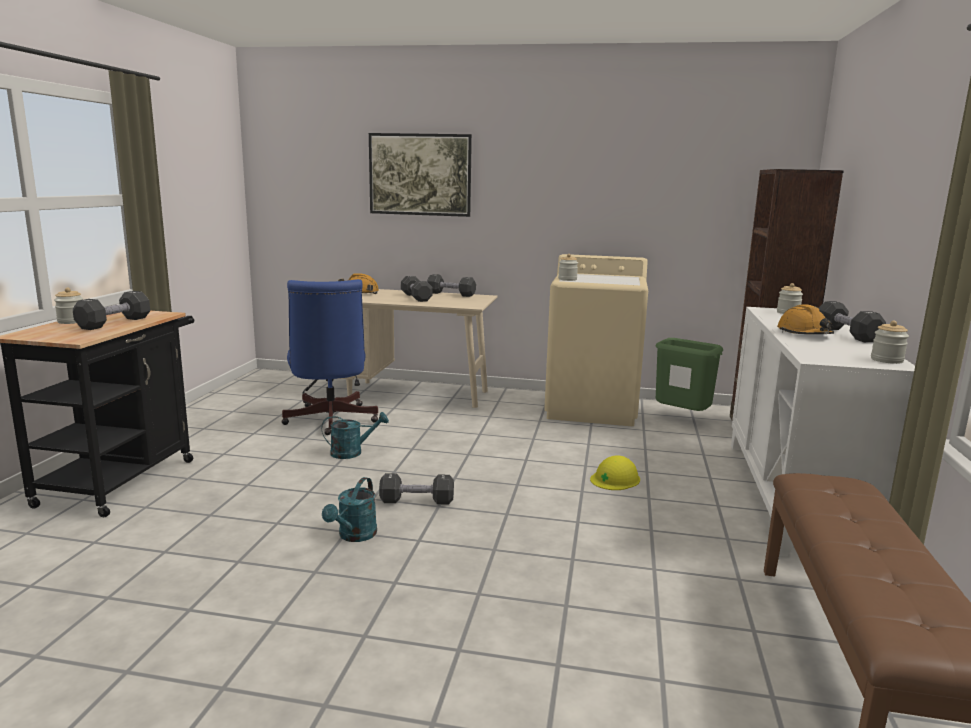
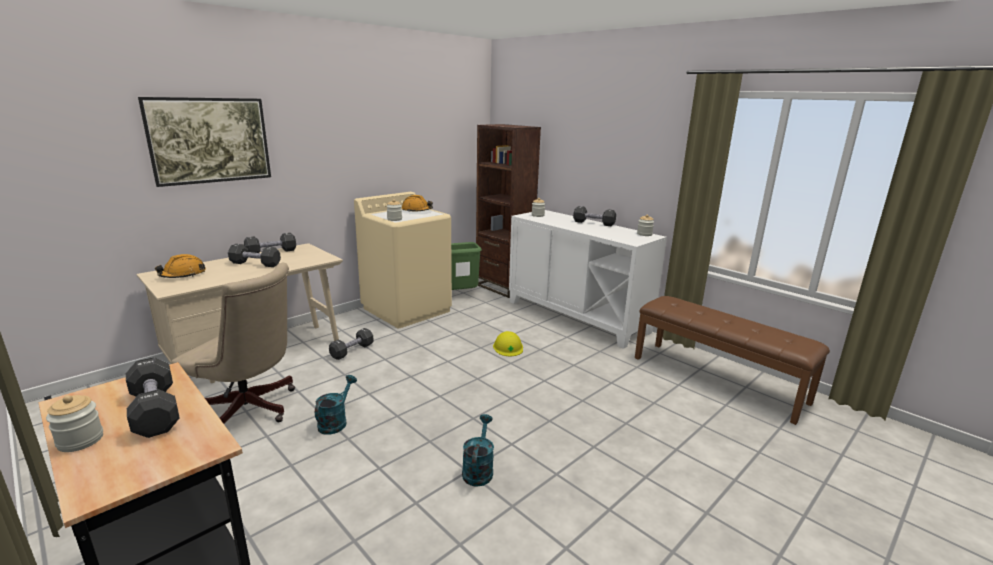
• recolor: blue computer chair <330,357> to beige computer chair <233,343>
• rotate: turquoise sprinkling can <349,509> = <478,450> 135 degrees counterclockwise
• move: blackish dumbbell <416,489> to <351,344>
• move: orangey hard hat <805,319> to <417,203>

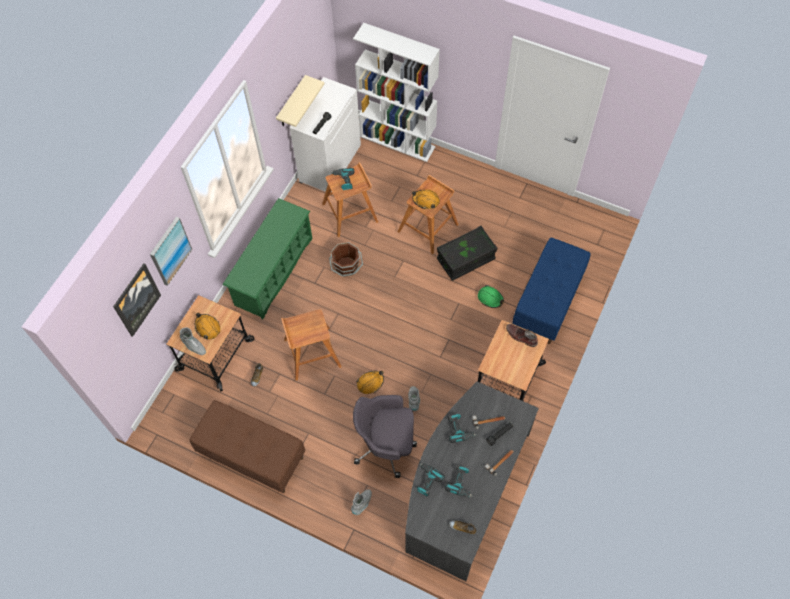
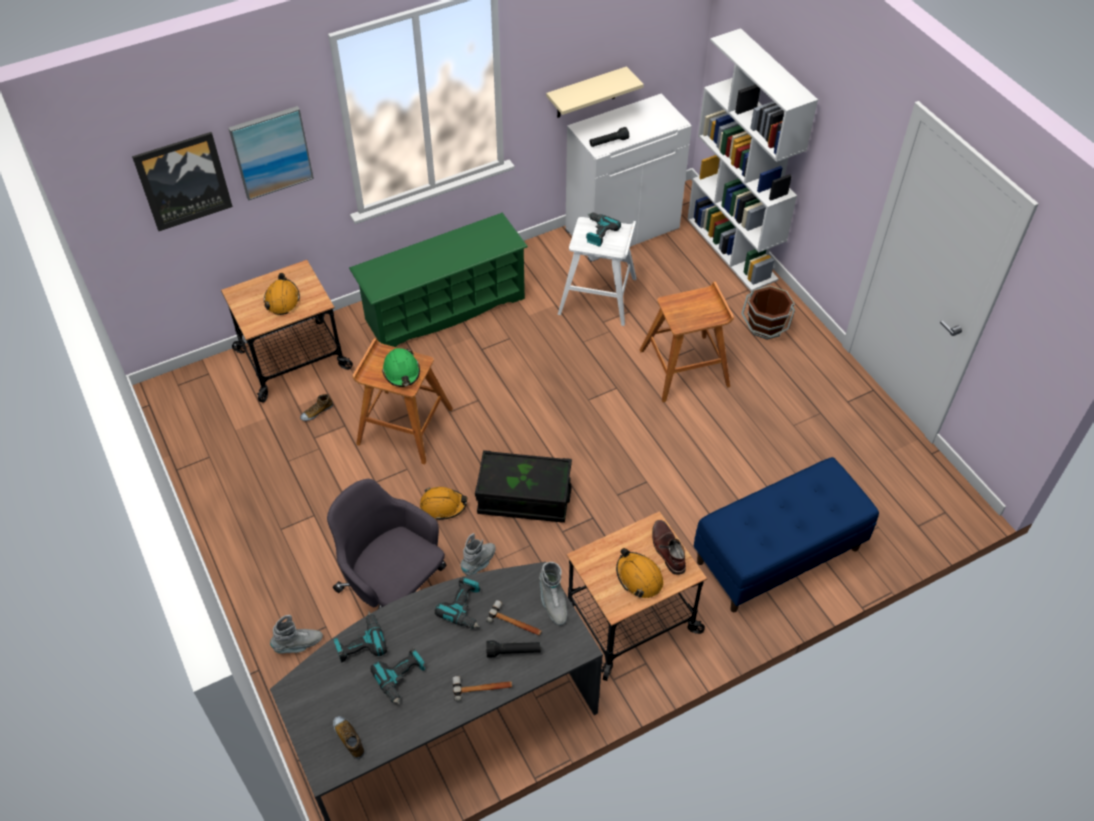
• move: gray high-top boot <193,341> to <553,593>
• delete: brown bench <247,446>
• recolor: brown stool <350,199> to white stool <597,271>
• move: brown bucket <346,259> to <768,313>
• move: orangey hard hat <426,199> to <640,573>
• move: blackish storage box <467,253> to <523,486>
• move: green-coloured hard hat <491,296> to <401,367>

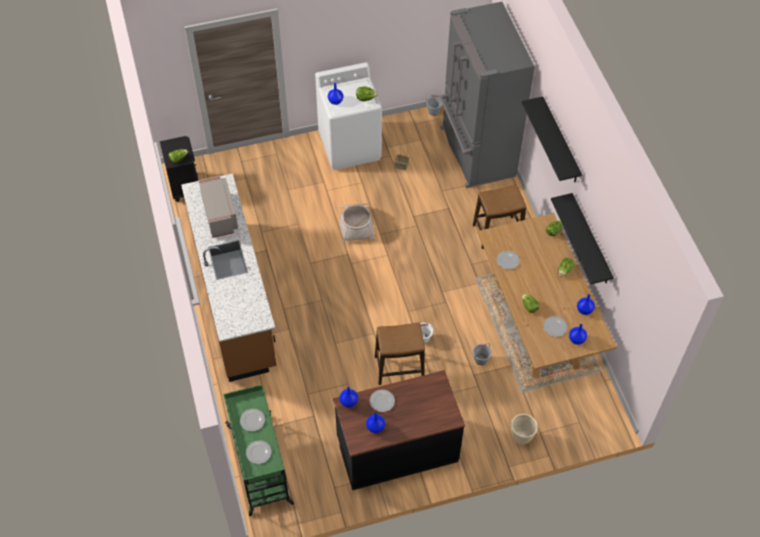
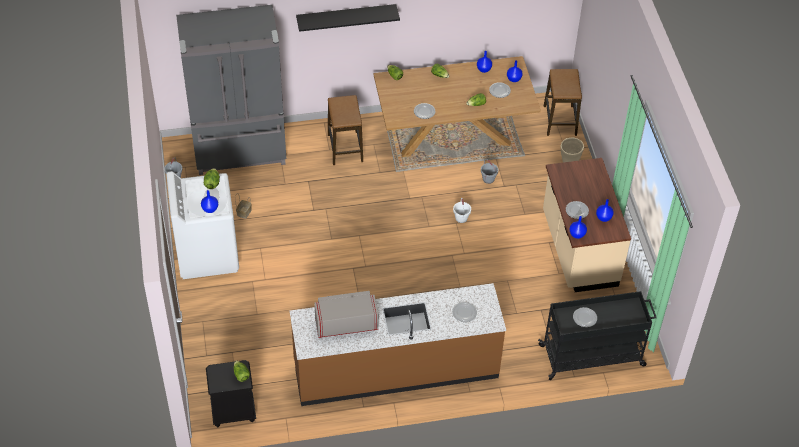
• recolor: green-coloured trolley <258,450> to blackish trolley <597,335>
• move: flat dish <258,452> to <464,312>
• recolor: blackish kitchen counter <399,430> to beige kitchen counter <587,225>
• delete: basket <357,223>
• move: stool <400,353> to <563,102>
• delete: blackish shelf <582,238>

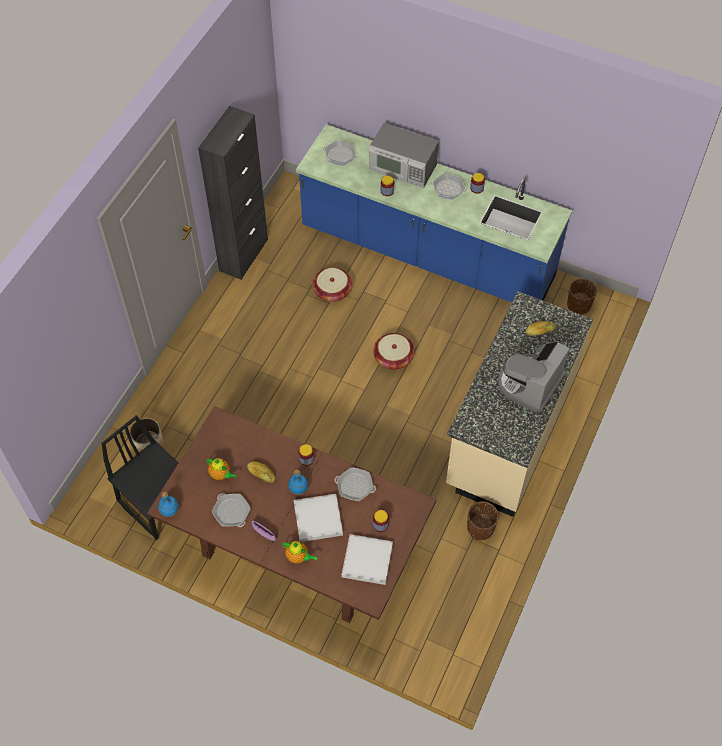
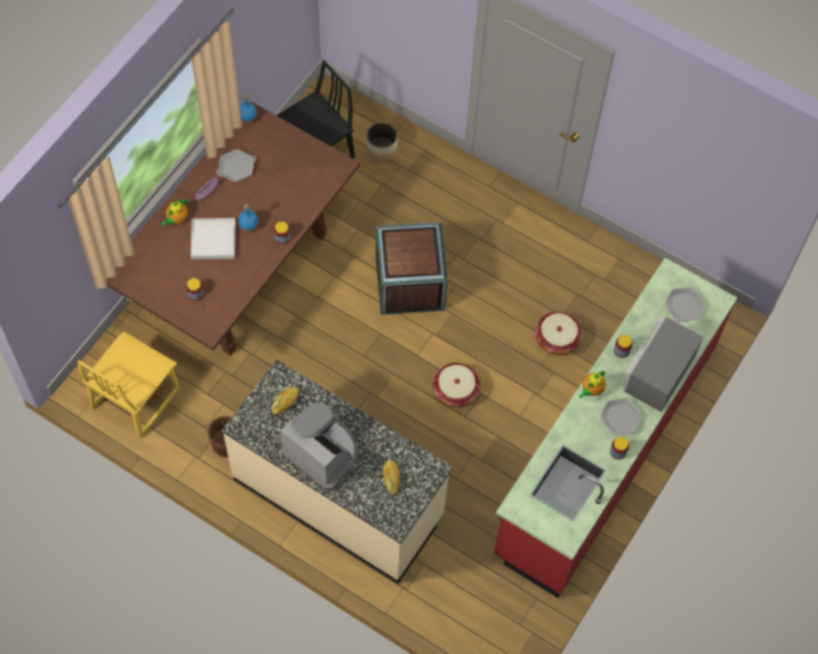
• delete: blackish storage cabinet <233,193>
• move: pot for tea <221,469> to <592,384>
• move: bakery bread <261,472> to <285,401>
• recolor: blue kitchen counter <434,213> to red kitchen counter <615,428>
• delete: frying pan <355,484>
• delete: white tray <367,559>
• delete: brown flower pot <582,296>
• insert: yellow chair <128,385>
• insert: packing crate <412,268>

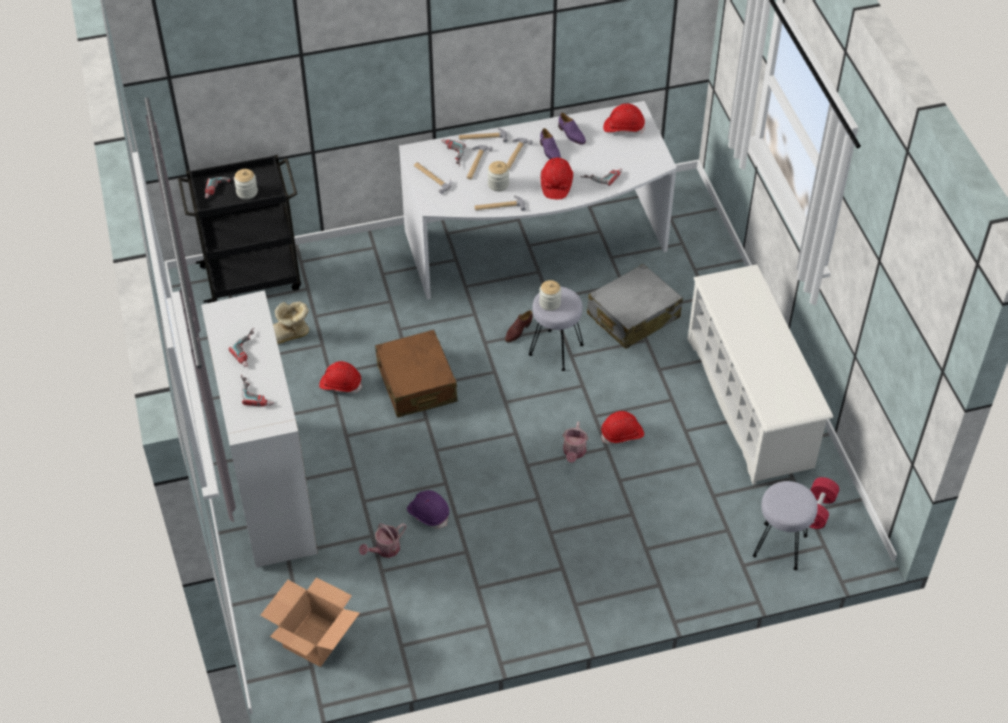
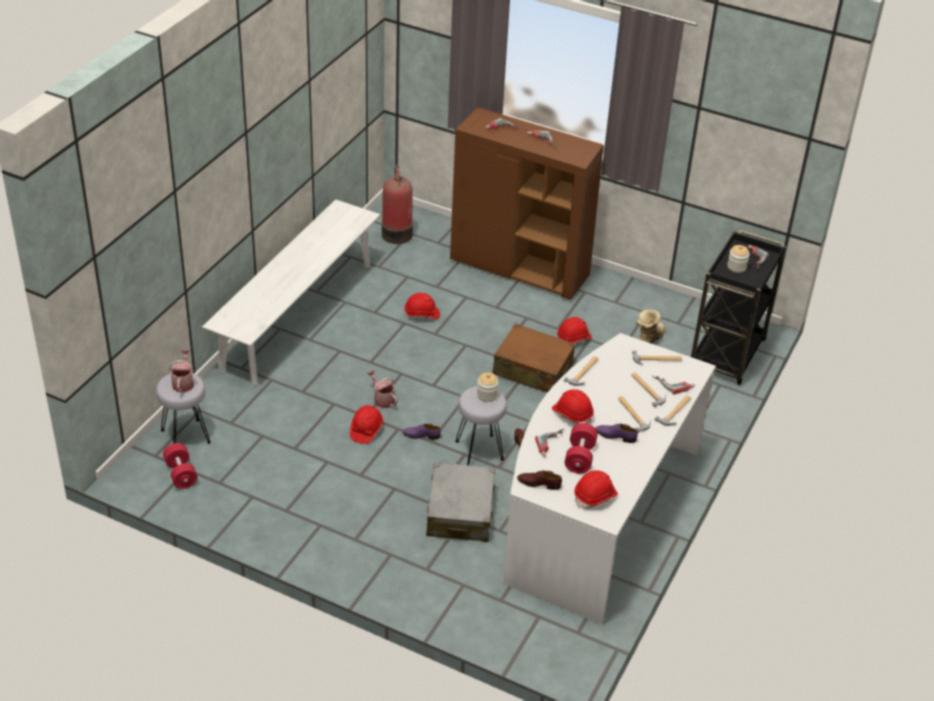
• recolor: white storage cabinet <259,429> to brown storage cabinet <527,203>
• replace: cardboard box <310,622> to extinguisher <397,204>
• move: sprinkling can <382,540> to <181,371>
• recolor: purple-coloured hard hat <428,509> to red hard hat <422,306>
• delete: preserve jar <498,176>
• move: purple-coloured shoe <572,129> to <421,431>
• delete: white shoe rack <760,374>
• insert: white bench <291,292>
• insert: brown shoe <539,480>
• insert: red dumbbell <581,448>

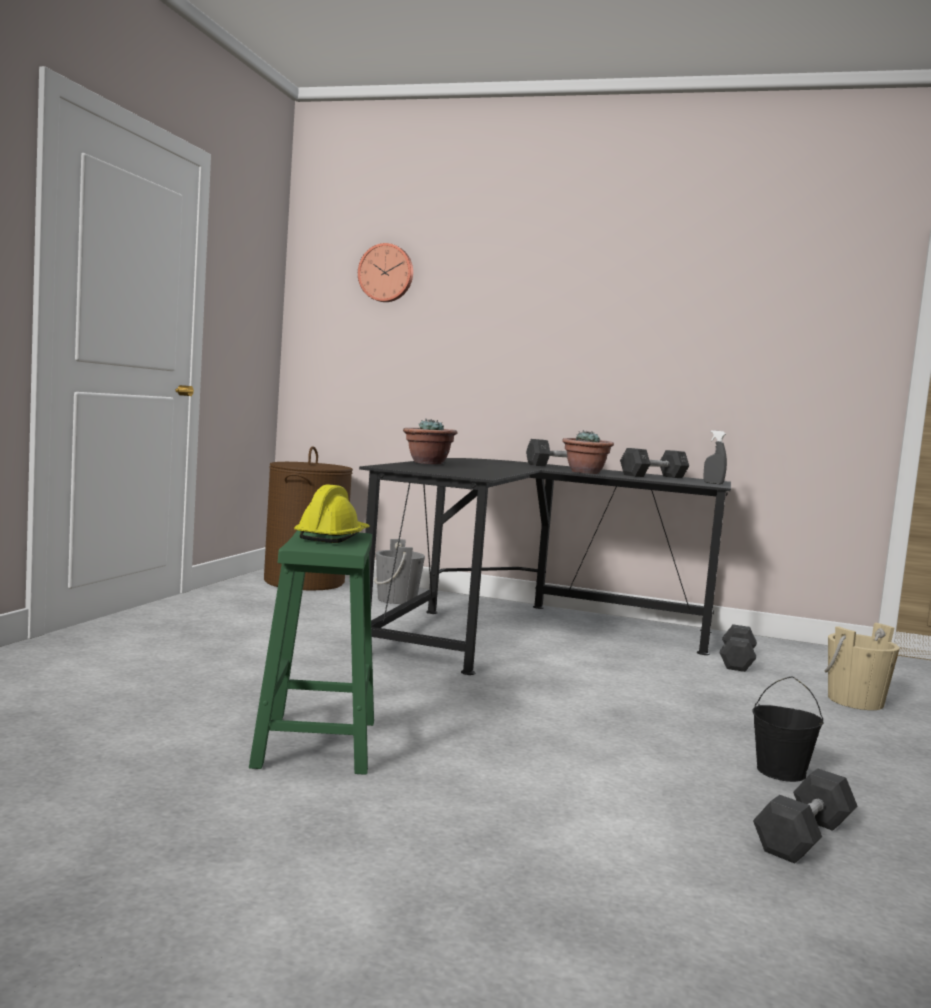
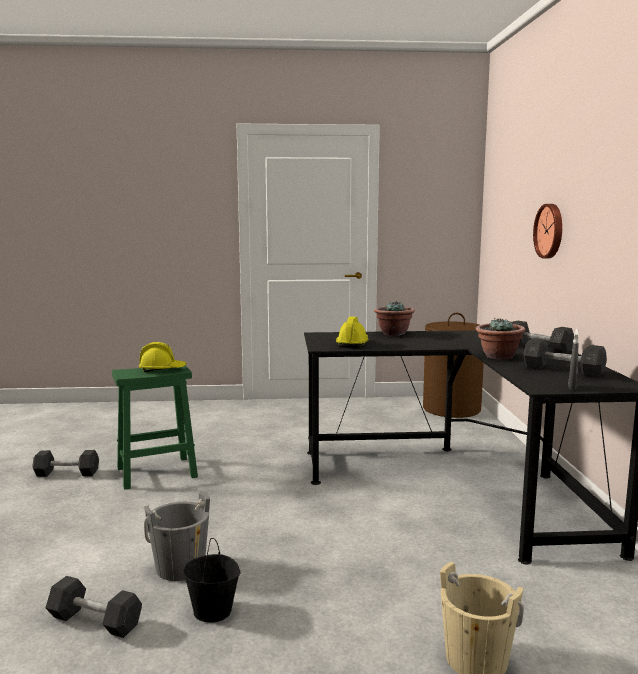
• move: wall clock <385,272> to <547,231>
• move: gray bucket <399,571> to <177,536>
• move: gray dumbbell <738,648> to <65,463>
• insert: yellow hard hat <352,332>

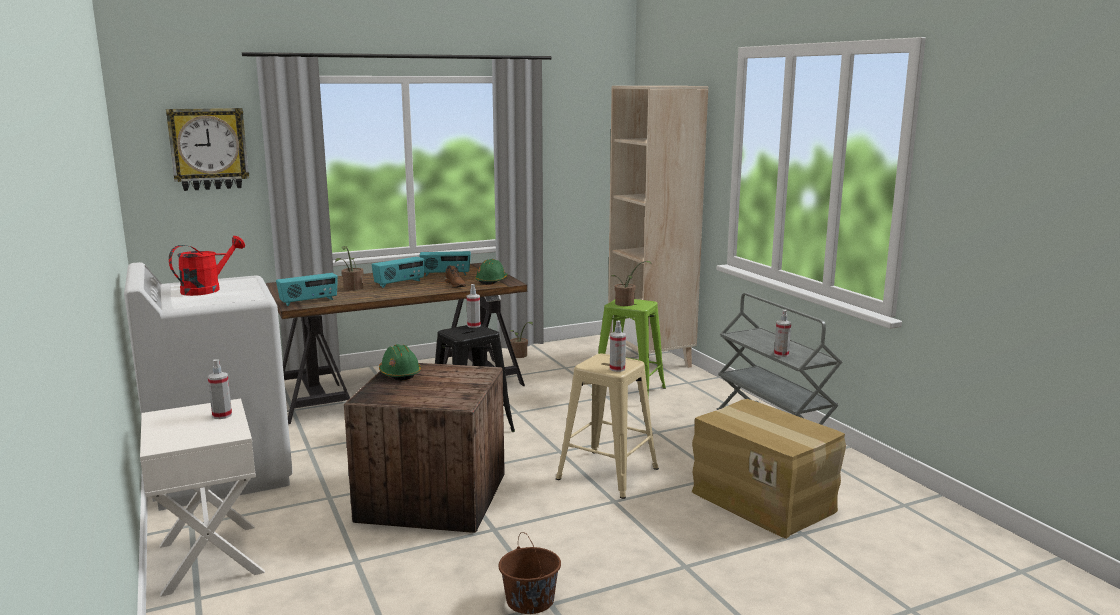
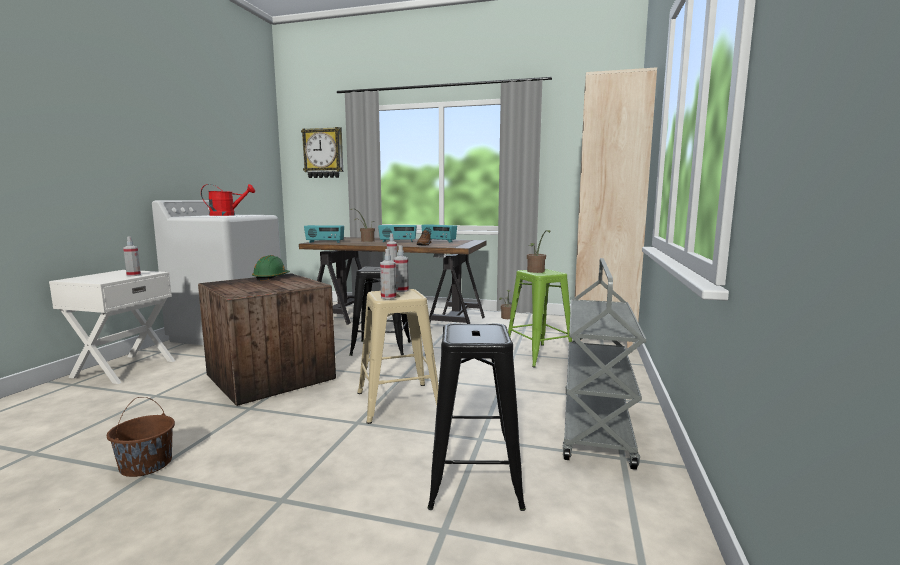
• delete: green-coloured hard hat <491,272>
• replace: cardboard box <769,469> to blackish stool <476,417>
• move: spray bottle <782,333> to <401,268>

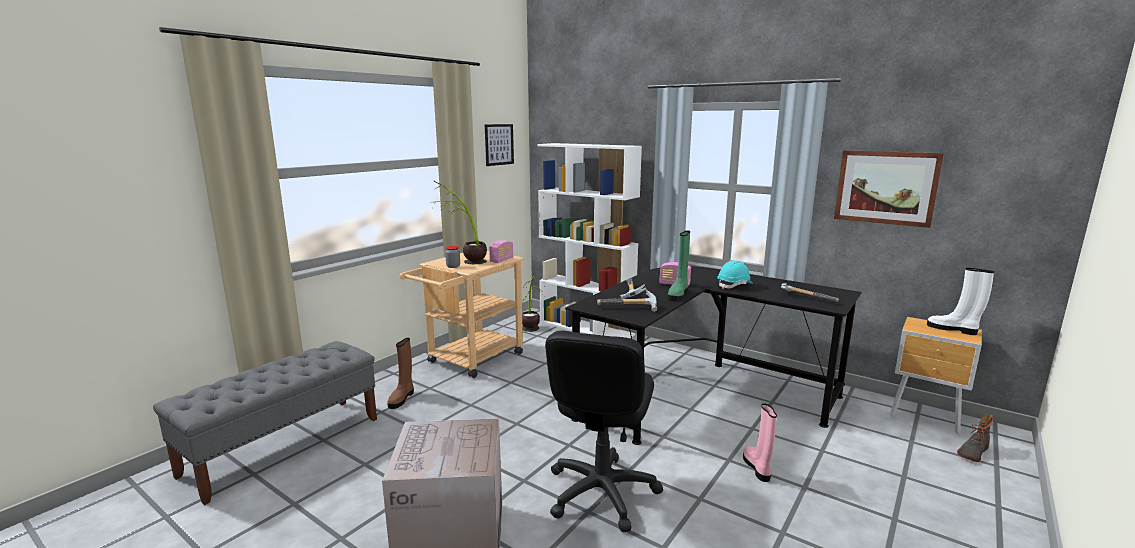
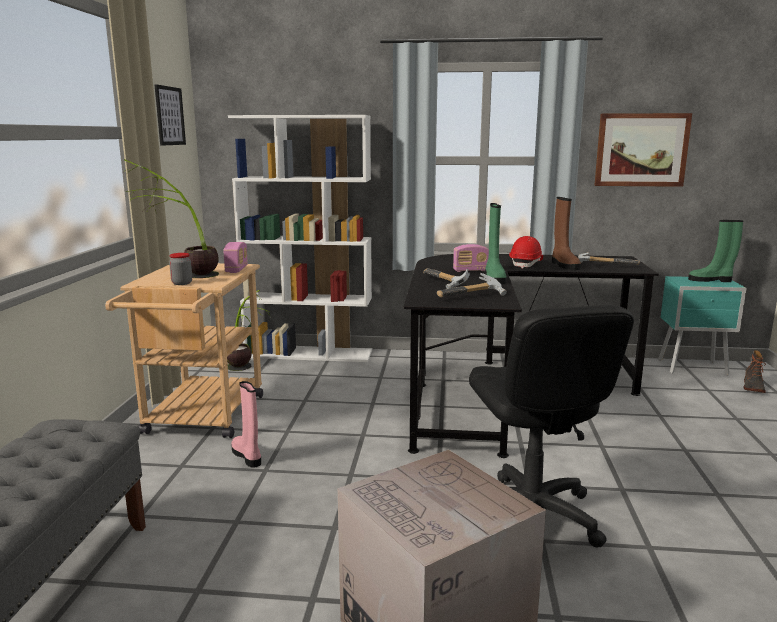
• move: brown high-top boot <400,373> to <566,233>
• recolor: turquoise hard hat <735,274> to red hard hat <526,252>
• move: pink-coloured high-top boot <760,442> to <246,424>
• recolor: brown night table <936,375> to turquoise night table <702,326>
• recolor: white high-top boot <960,301> to green-coloured high-top boot <715,251>

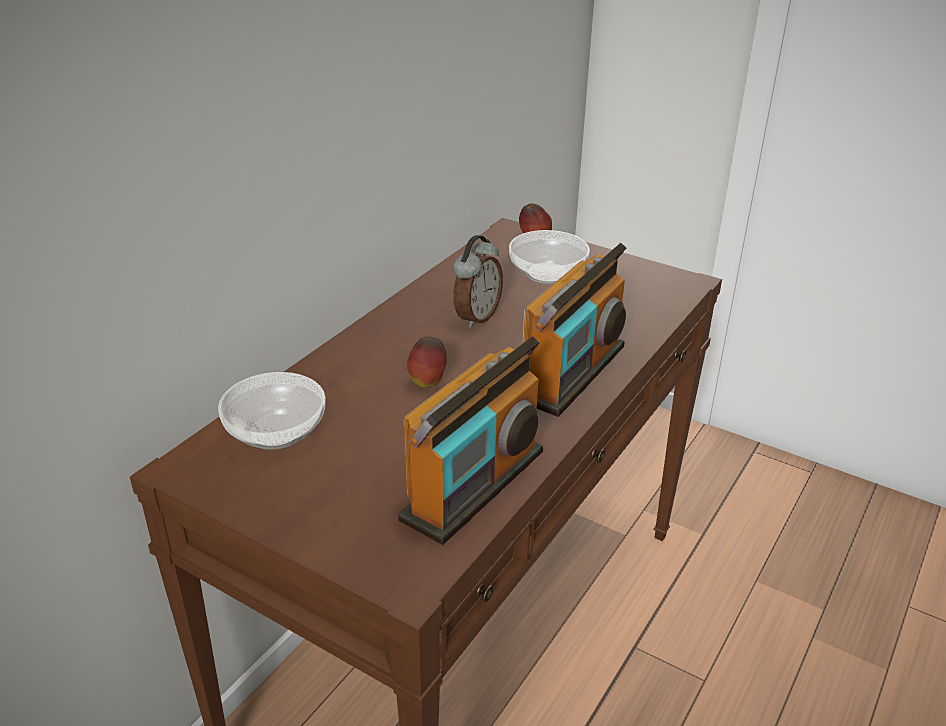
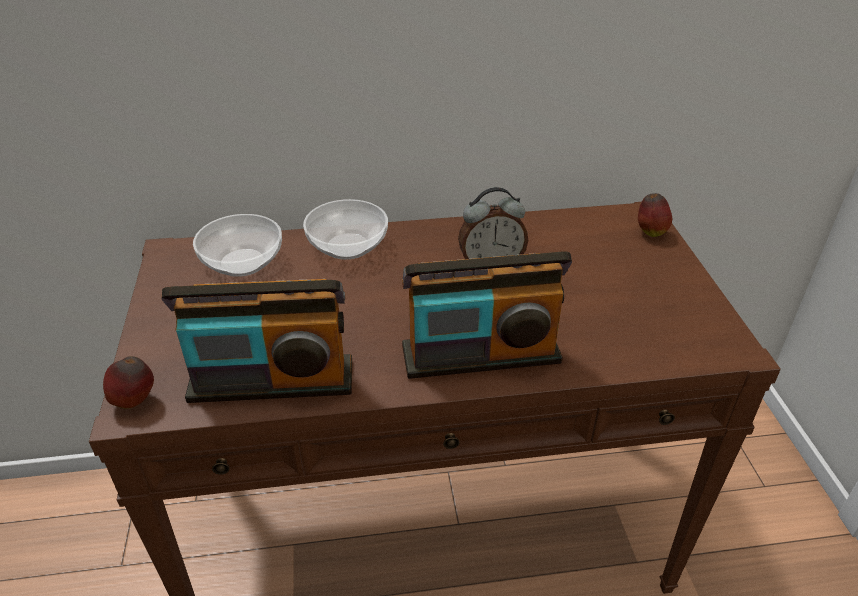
• move: apple fruit <427,362> to <128,382>
• move: serving bowl <549,257> to <345,229>

